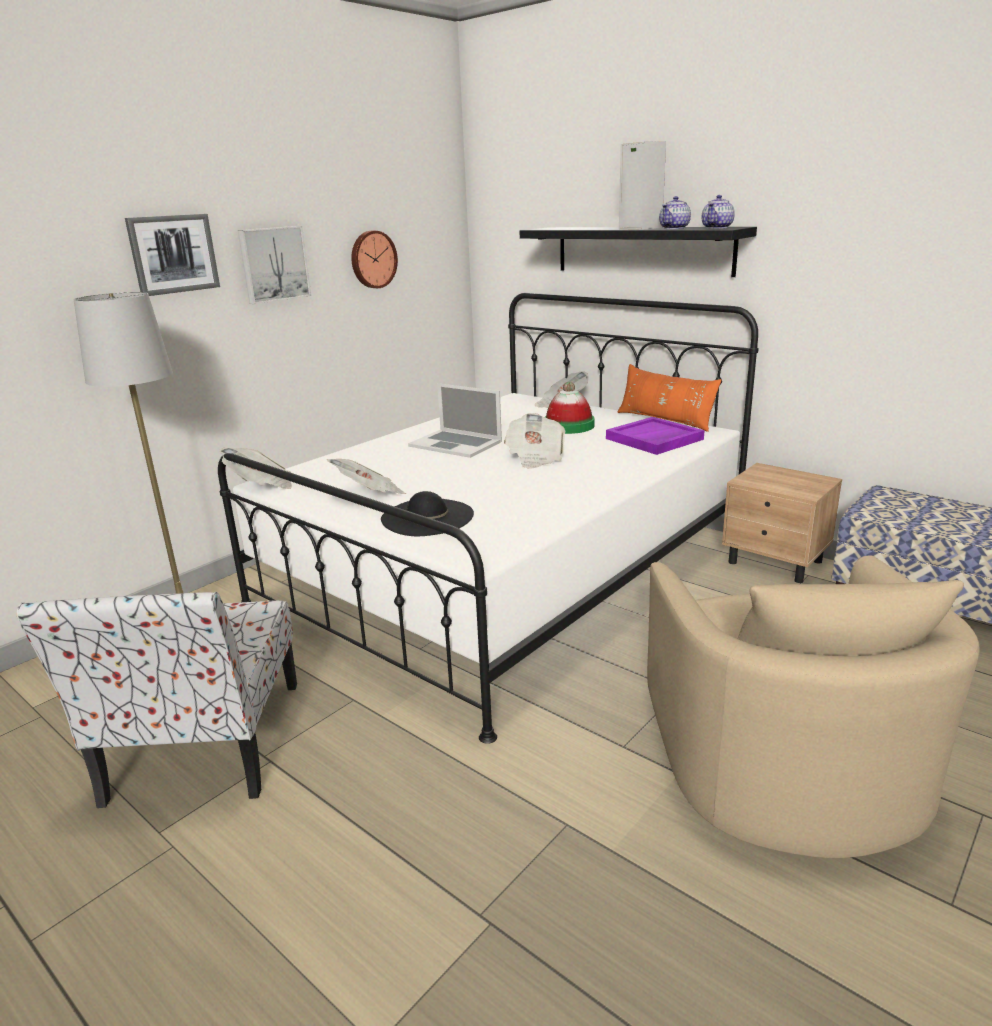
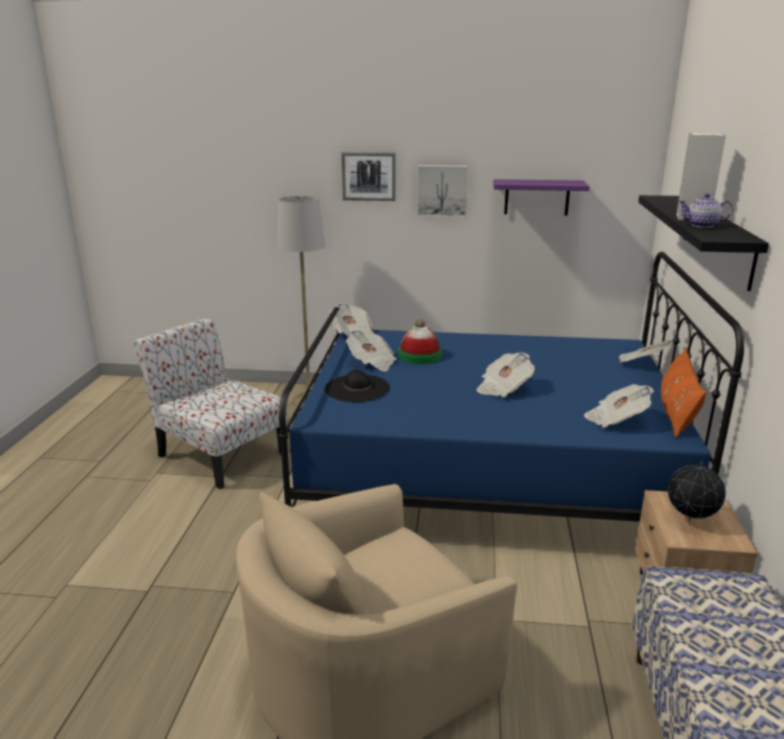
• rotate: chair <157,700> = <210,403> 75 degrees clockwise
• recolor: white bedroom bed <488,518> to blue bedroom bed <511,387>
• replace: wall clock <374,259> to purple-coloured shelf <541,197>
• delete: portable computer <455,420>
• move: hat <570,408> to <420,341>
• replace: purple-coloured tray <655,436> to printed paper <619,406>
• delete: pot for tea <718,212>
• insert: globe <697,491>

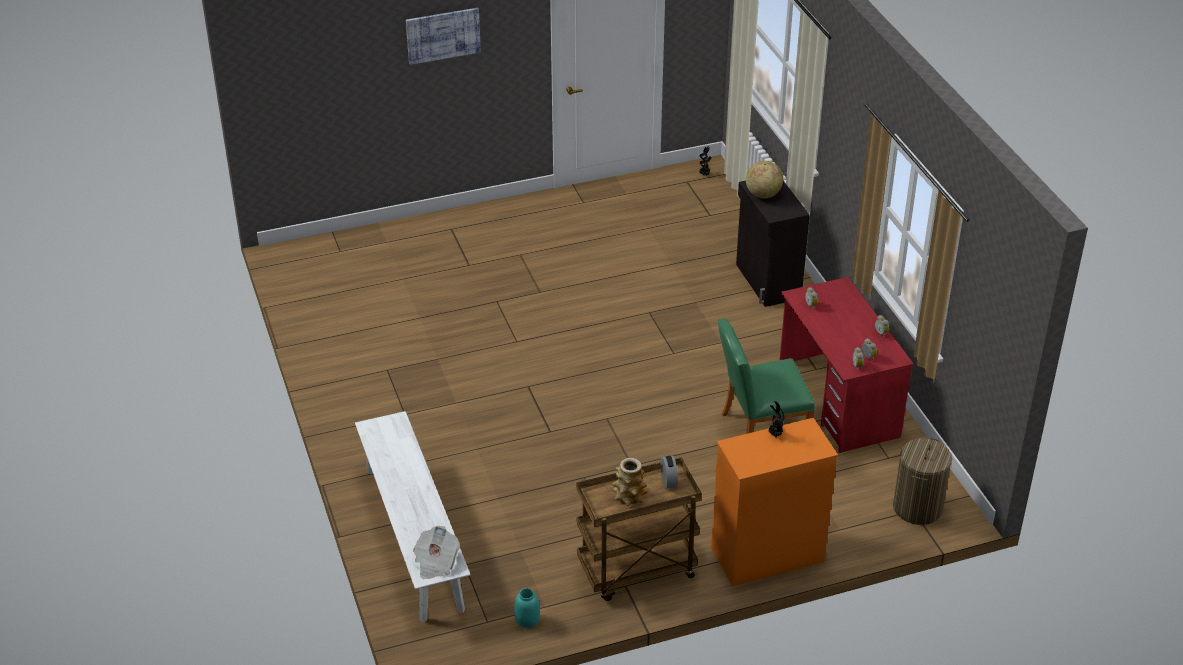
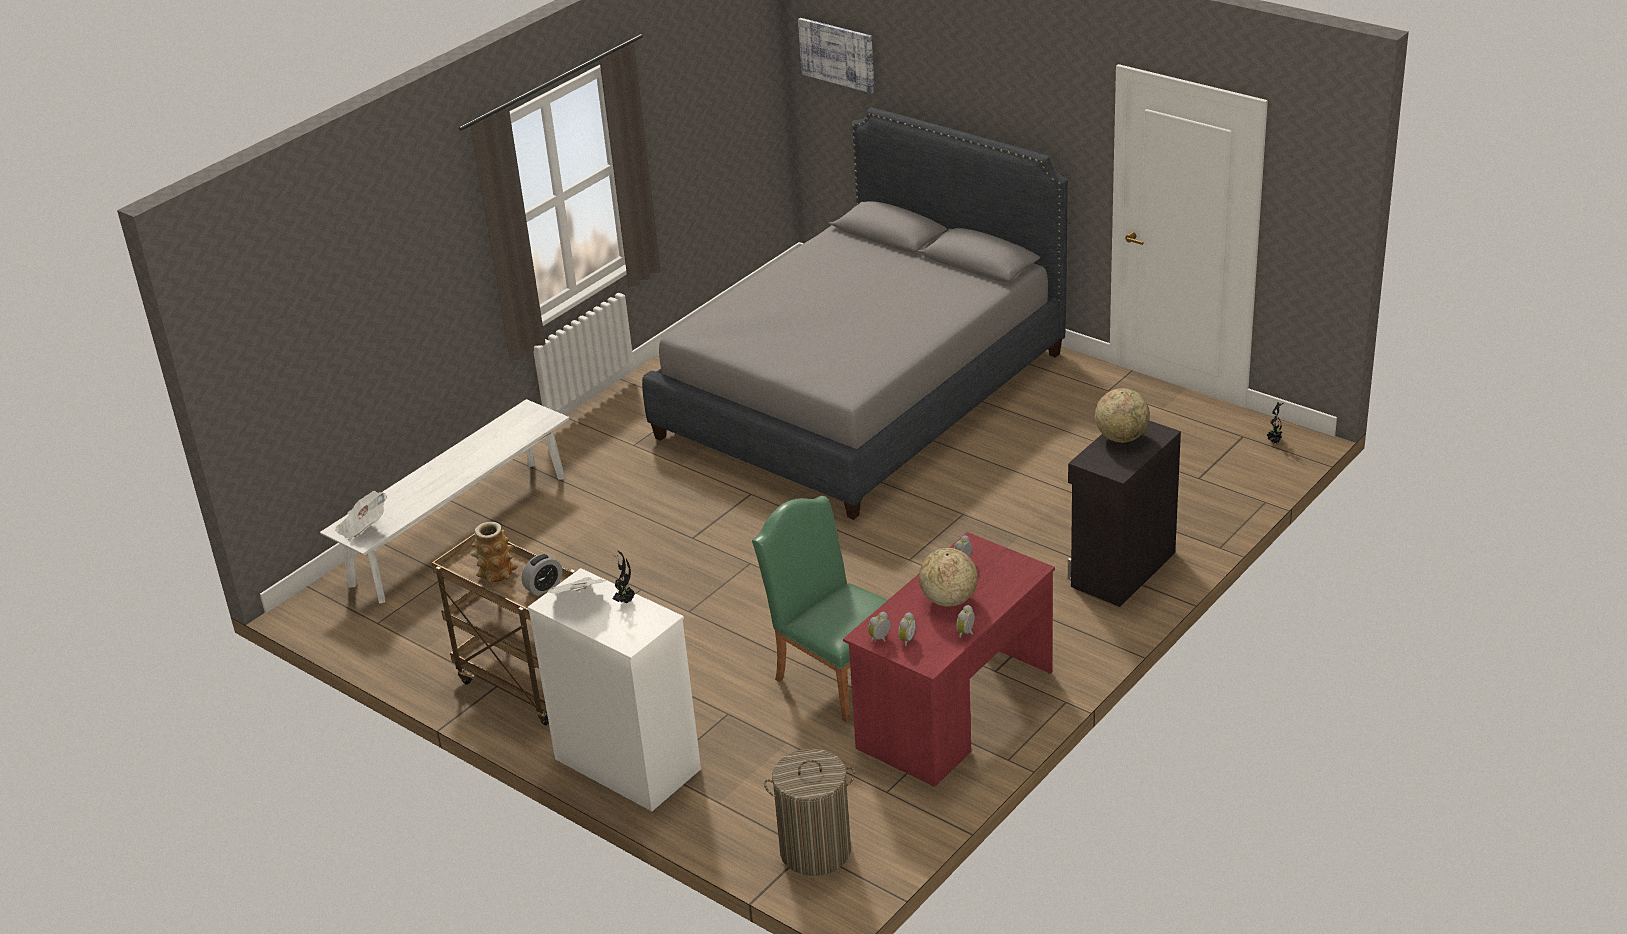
• move: wall art <443,36> to <836,55>
• delete: turquoise vase <527,608>
• recolor: orangey dresser <774,502> to white dresser <614,689>
• insert: printed paper <577,585>
• insert: gray bedroom bed <855,314>
• insert: globe <948,577>

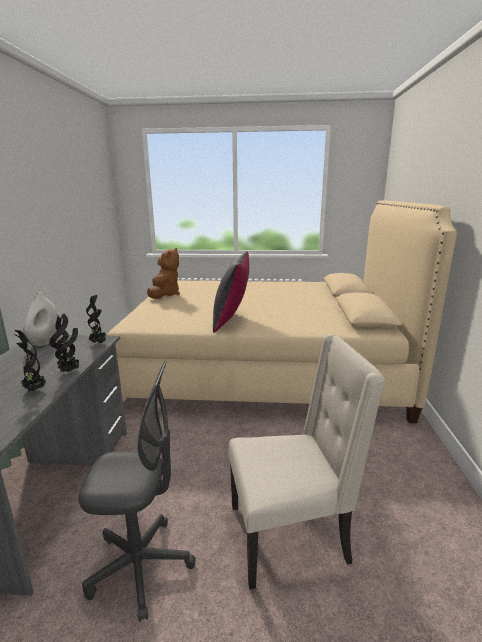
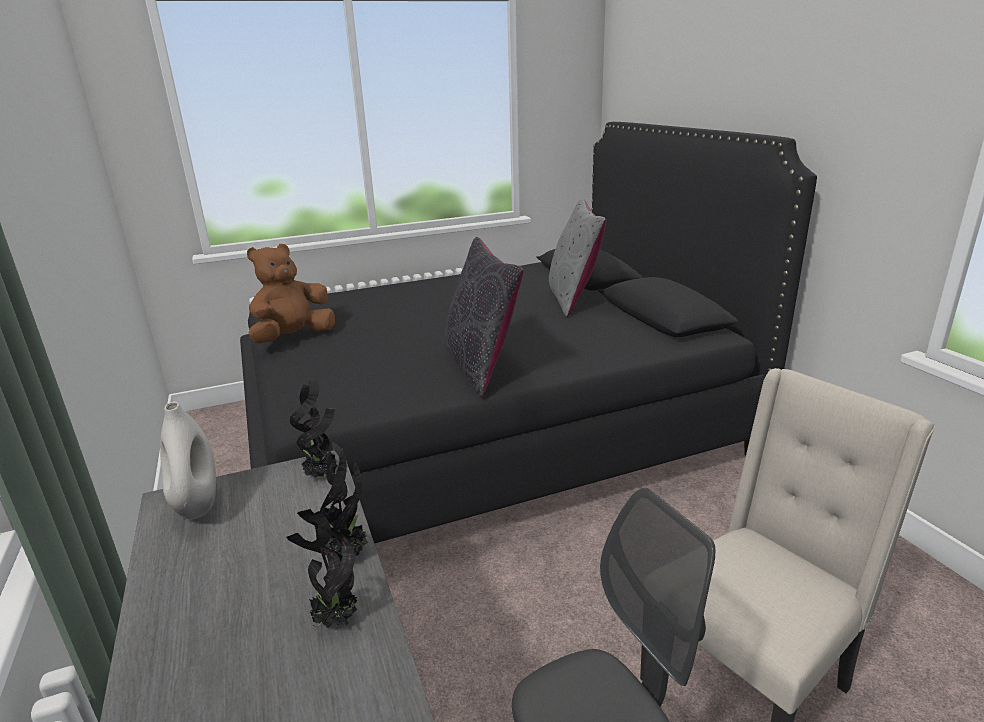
• recolor: beige bedroom bed <282,311> to blackish bedroom bed <528,333>
• rotate: brown cuddly toy <163,273> = <291,294> 120 degrees counterclockwise
• insert: gray throw pillow <577,257>

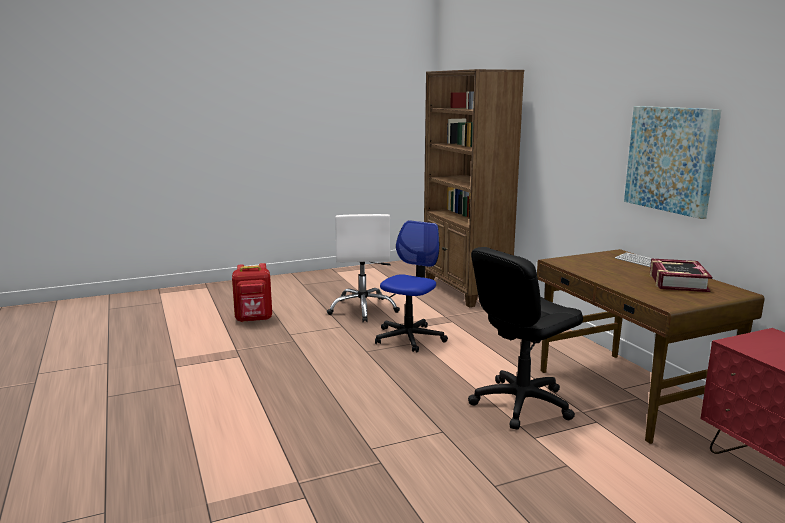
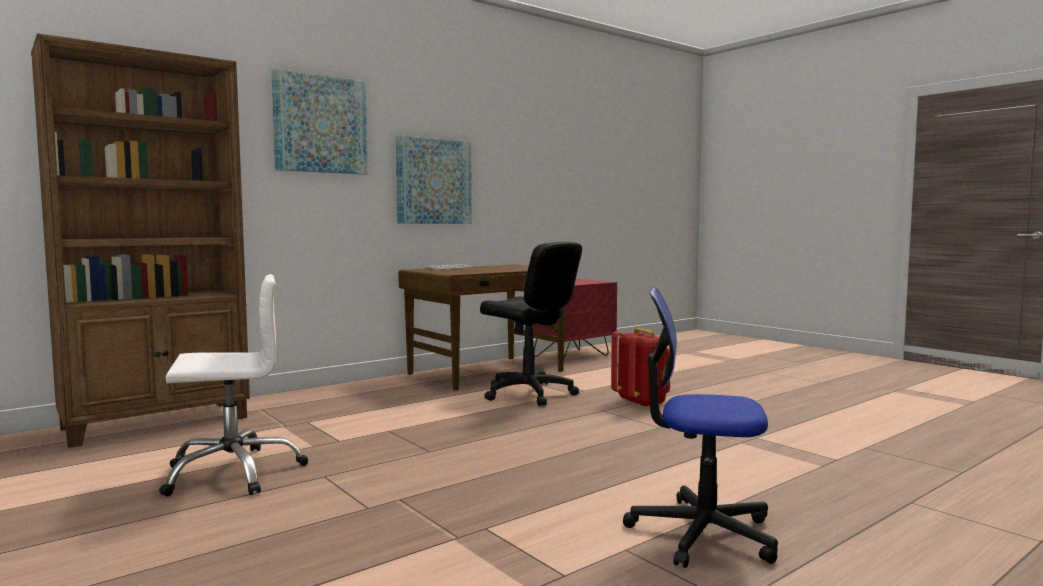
• move: red rucksack <252,292> to <640,368>
• move: computer chair <411,286> to <700,427>
• delete: volume <681,275>
• insert: wall art <319,121>

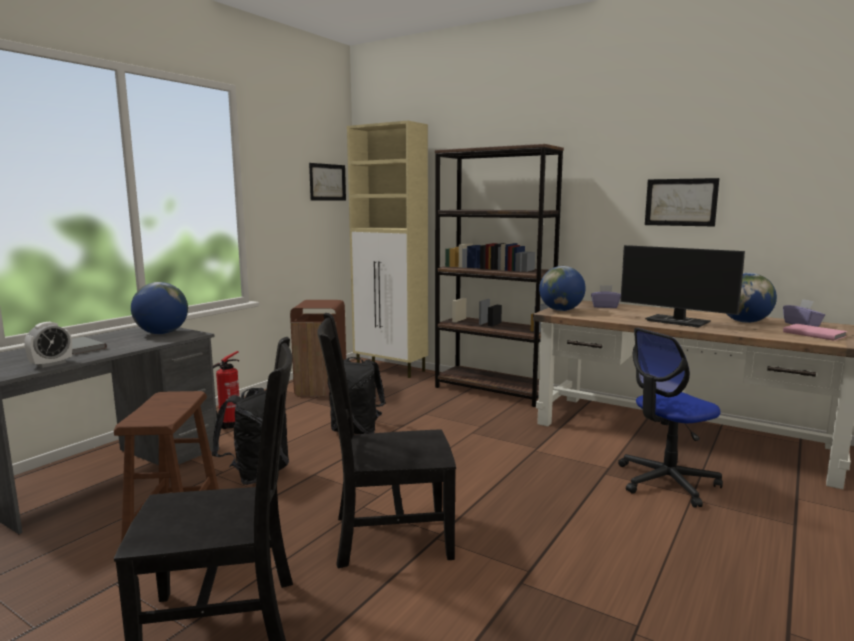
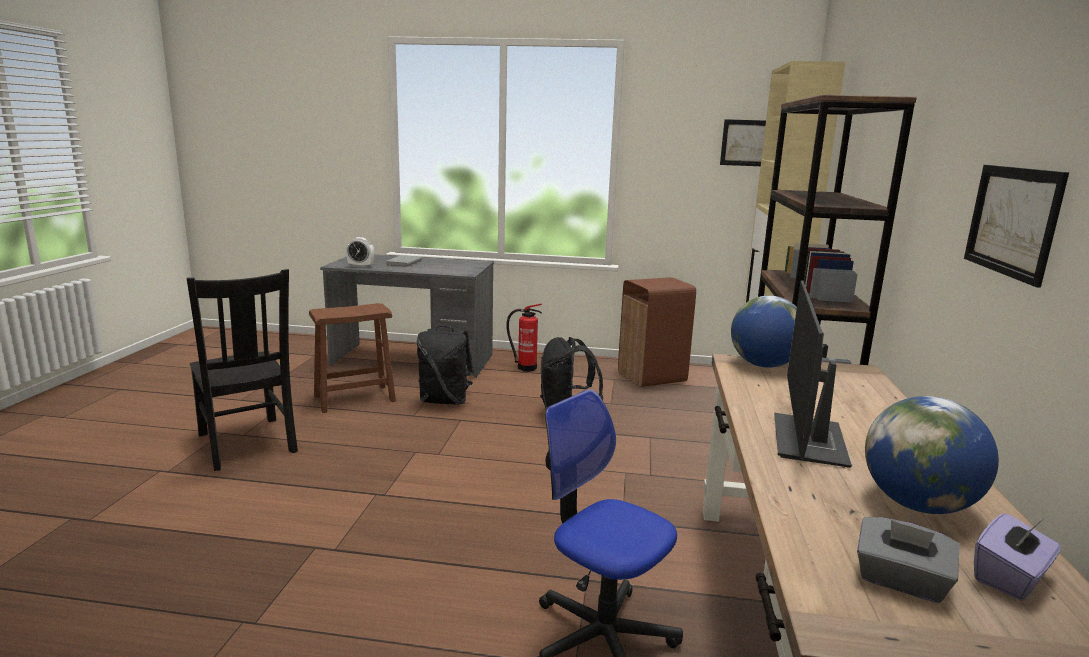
• delete: globe <159,308>
• delete: blackish chair <386,440>
• delete: purple-coloured box of tissues <606,296>
• replace: pink-coloured volume <815,332> to gray box of tissues <908,560>

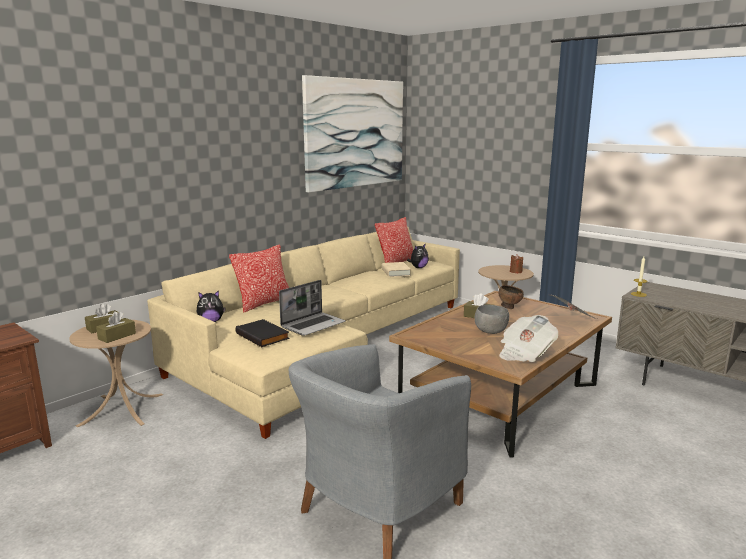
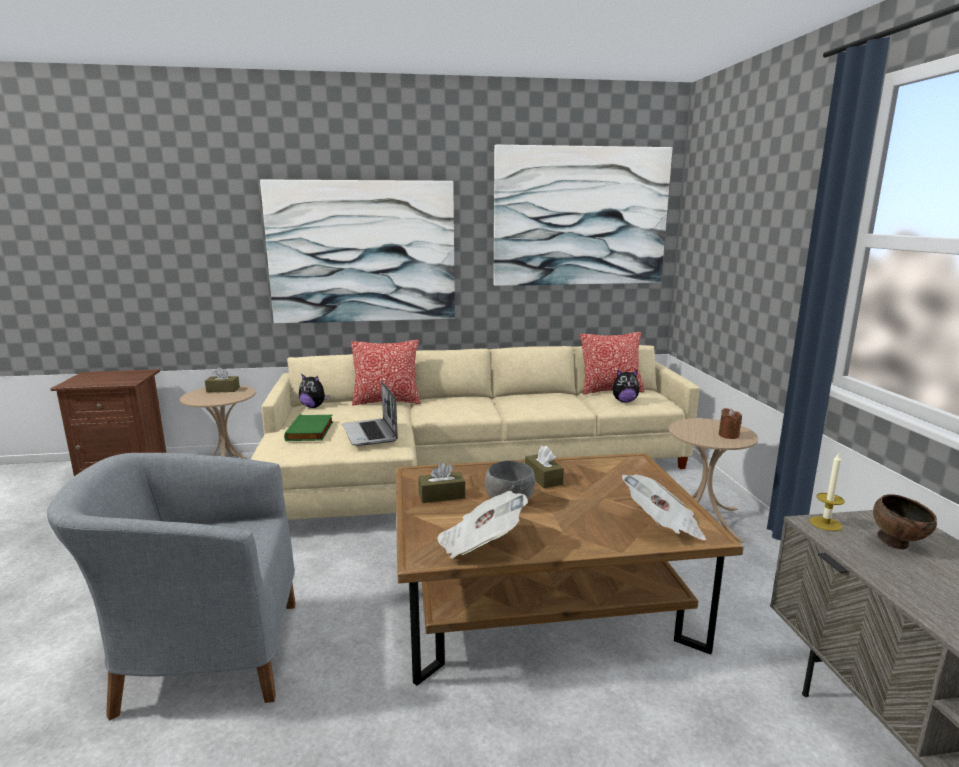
• move: brown box of tissues <116,327> to <441,482>
• recolor: blackish volume <263,333> to green-coloured volume <308,428>
• rotate: portable computer <312,308> = <370,413> 75 degrees clockwise
• delete: beige volume <396,269>
• move: brown serving bowl <511,297> to <905,522>
• insert: wall art <357,251>

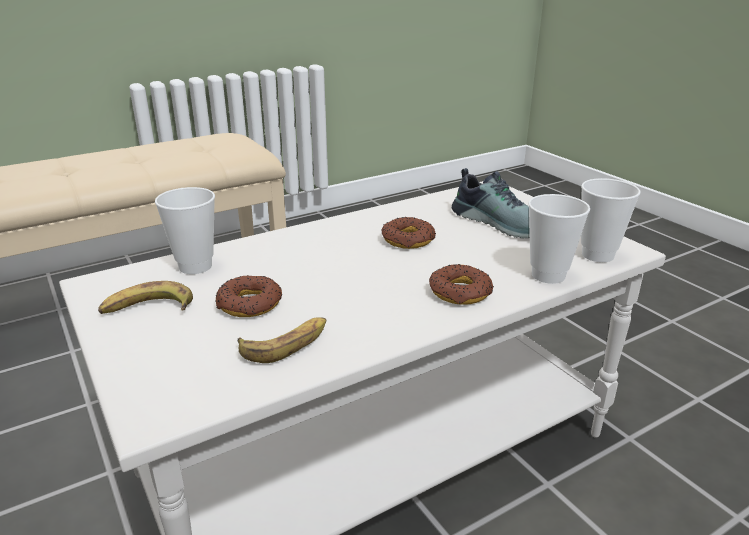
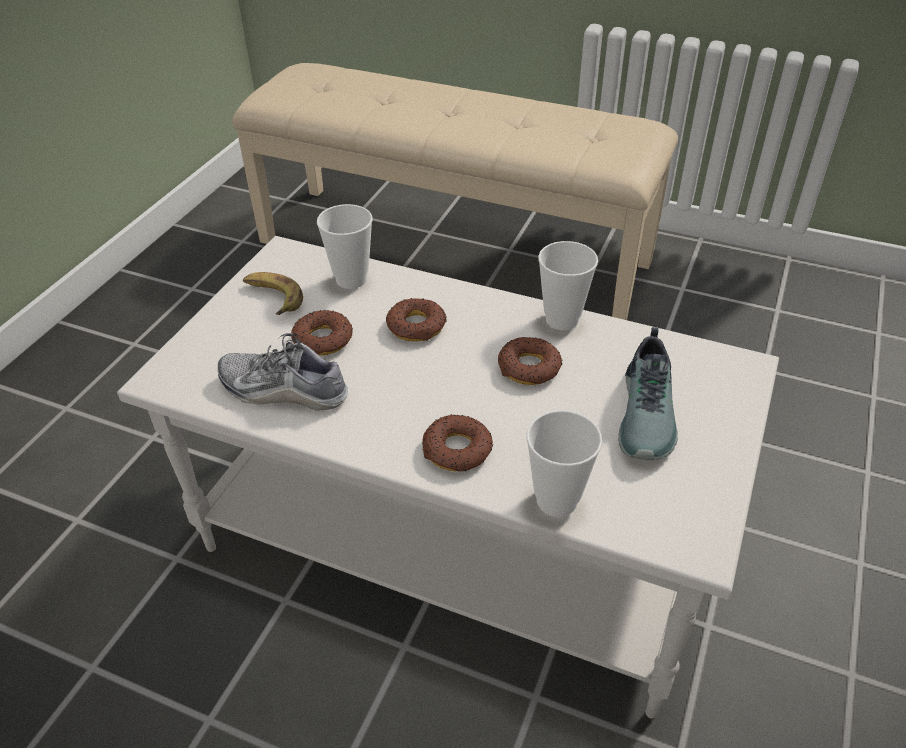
• replace: banana <282,340> to shoe <283,372>
• move: small cup <610,220> to <568,285>
• insert: donut <416,320>

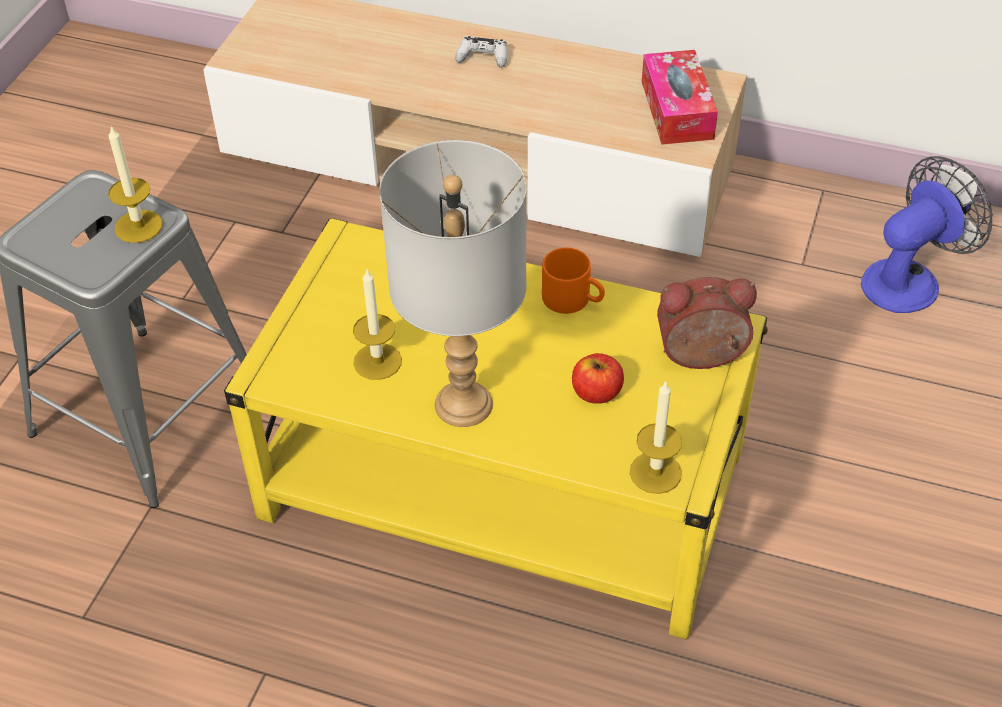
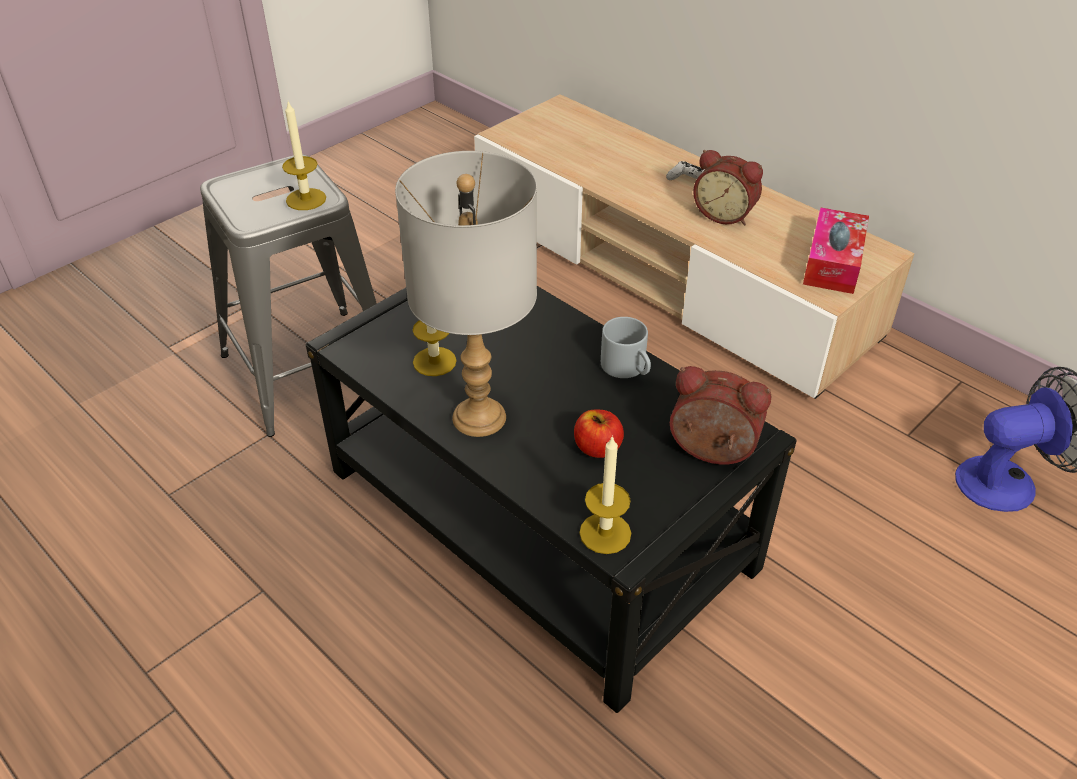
• recolor: yellow low table <496,428> to blackish low table <551,499>
• recolor: orangey tea mug <573,281> to gray tea mug <626,347>
• insert: bedside clock <728,187>

